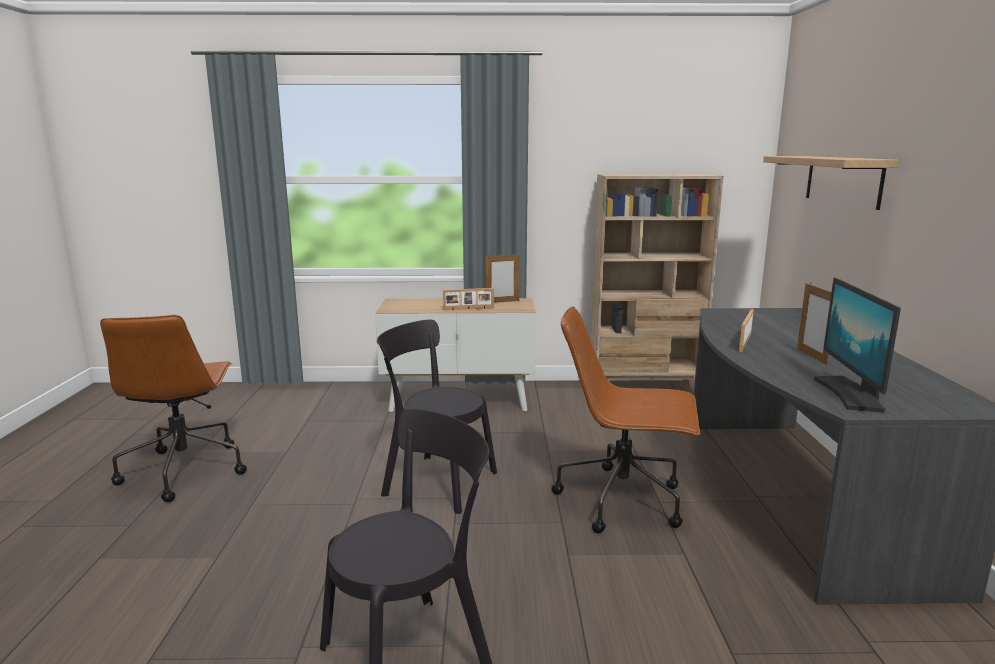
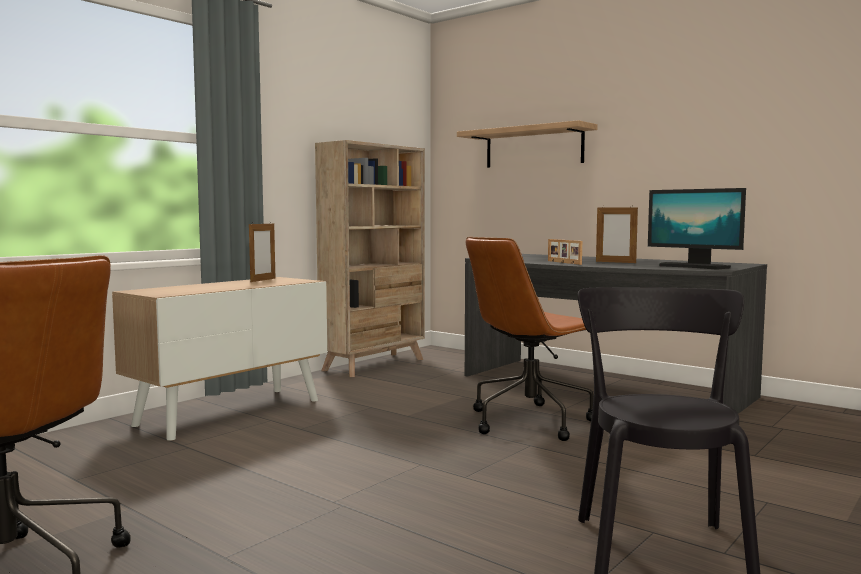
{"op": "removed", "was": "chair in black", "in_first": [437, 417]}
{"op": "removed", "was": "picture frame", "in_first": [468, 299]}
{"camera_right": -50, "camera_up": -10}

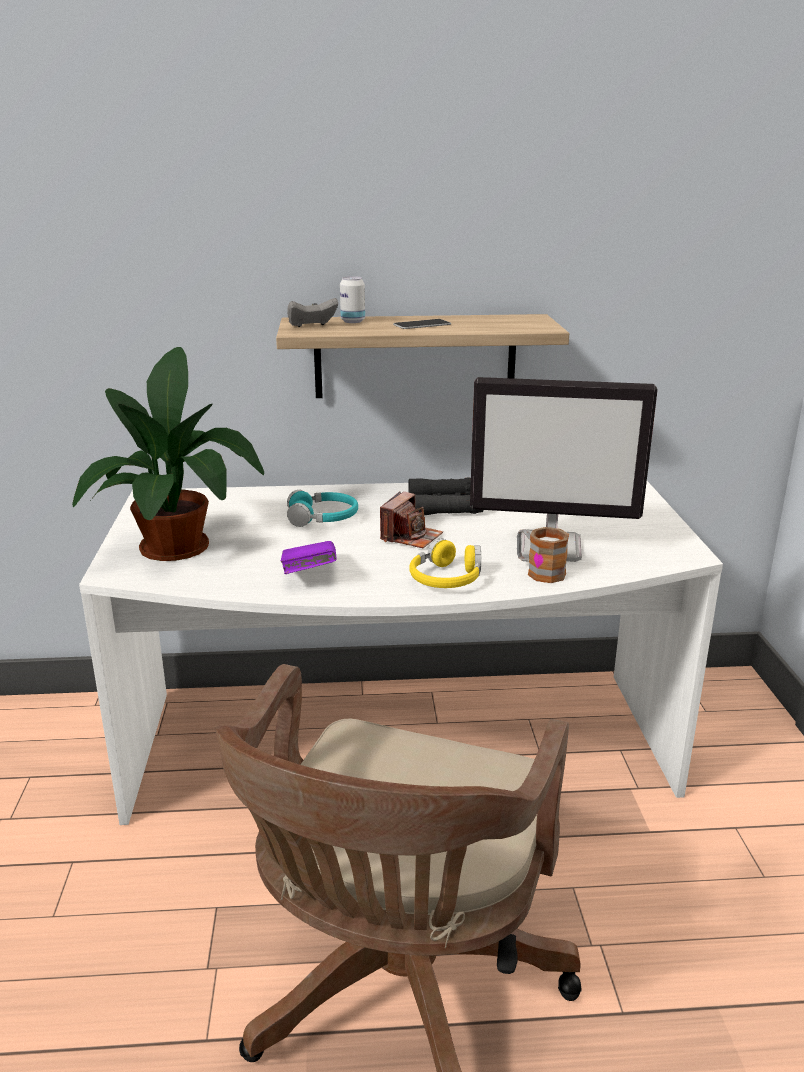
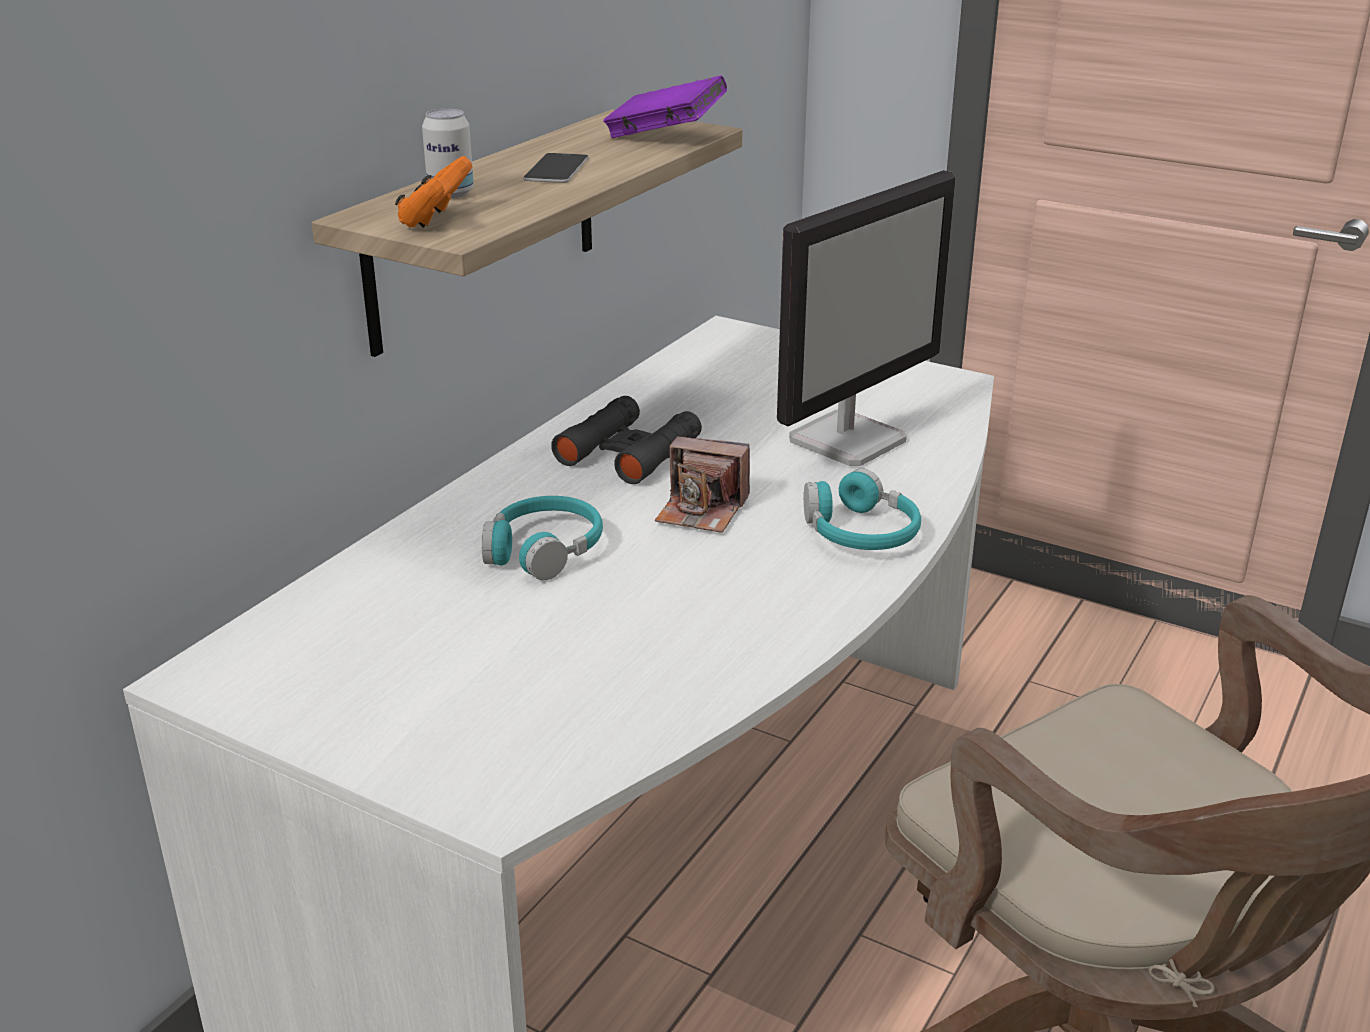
{"op": "removed", "was": "potted plant", "in_first": [168, 454]}
{"op": "moved", "was": "book in purple", "in_first": [308, 557], "in_second": [665, 106]}
{"op": "recoloured", "was": "game controller in grey", "now": "game controller in orange", "in_first": [312, 312], "in_second": [433, 192]}
{"op": "turned", "was": "photo camera", "in_first": [411, 520], "in_second": [702, 484], "clockwise": 135}
{"op": "recoloured", "was": "headphones in yellow", "now": "headphones in turquoise", "in_first": [445, 563], "in_second": [862, 509]}
{"op": "removed", "was": "mug", "in_first": [543, 555]}
{"camera_right": -55, "camera_up": 5}

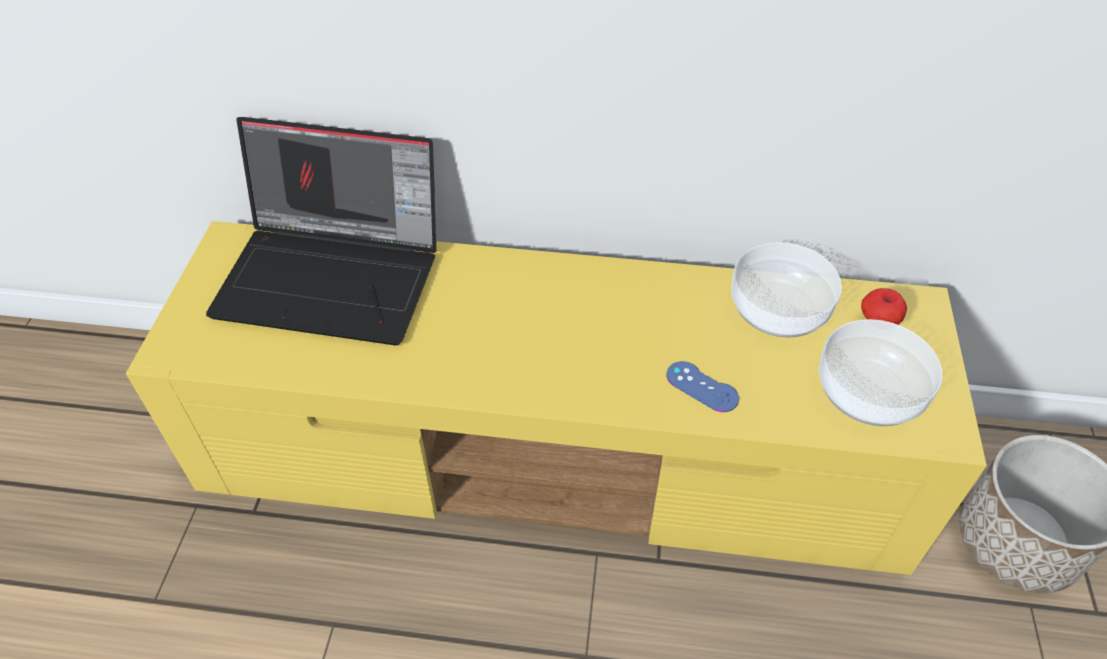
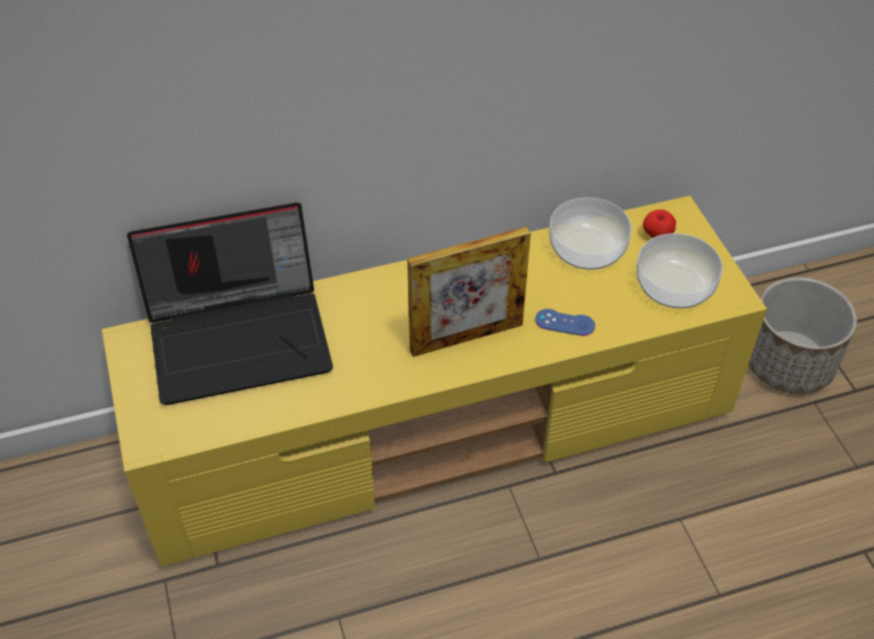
{"op": "added", "now": "picture frame", "in_second": [469, 292]}
{"camera_right": -25, "camera_up": 0}

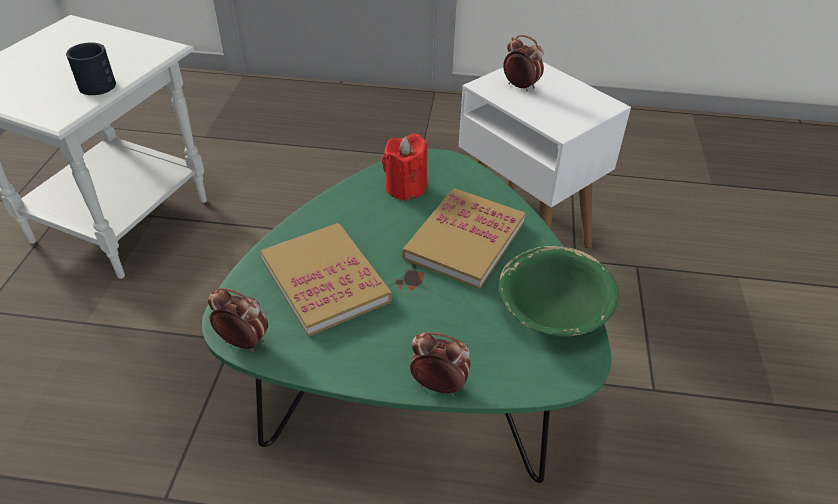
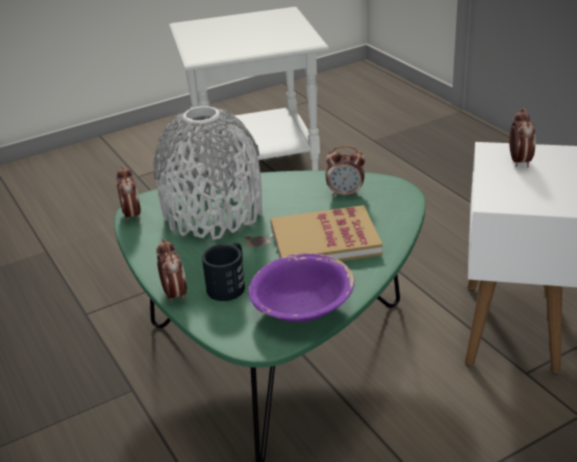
{"op": "moved", "was": "mug in black", "in_first": [91, 68], "in_second": [223, 272]}
{"op": "replaced", "was": "book", "now": "vase in grey", "in_first": [326, 280], "in_second": [207, 173]}
{"op": "replaced", "was": "candle in red", "now": "alarm clock", "in_first": [405, 167], "in_second": [345, 171]}
{"op": "recoloured", "was": "bowl in green", "now": "bowl in purple", "in_first": [558, 291], "in_second": [302, 287]}
{"camera_right": 55, "camera_up": -10}

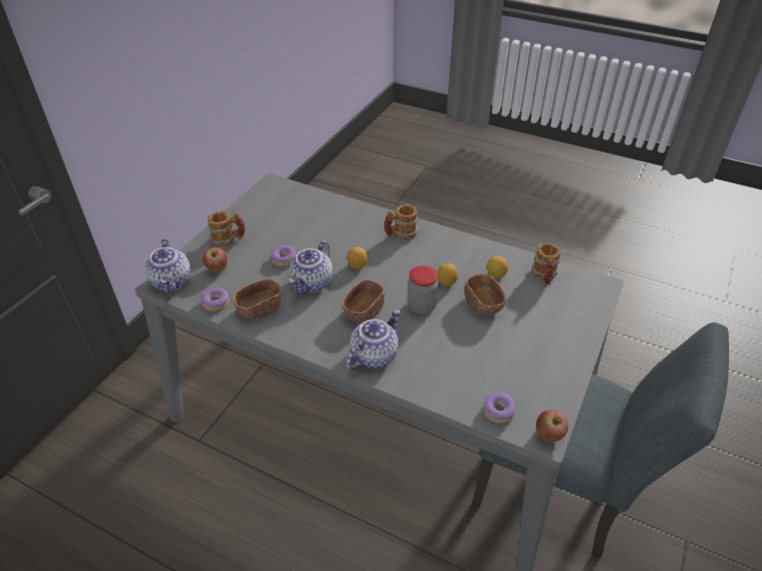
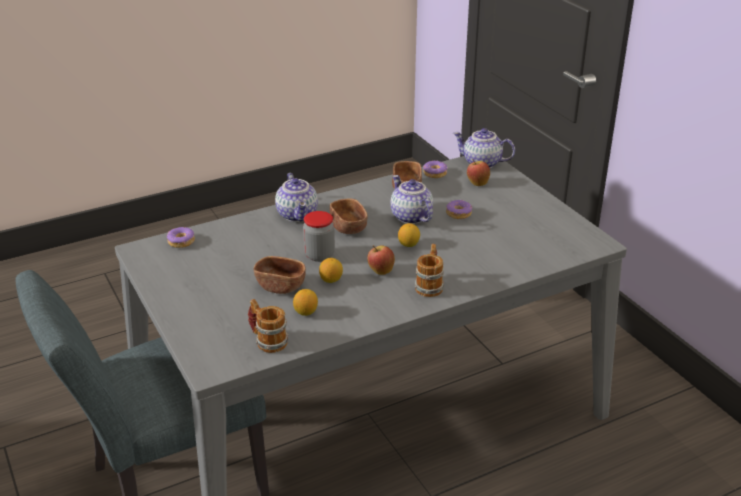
{"op": "removed", "was": "mug", "in_first": [226, 229]}
{"op": "moved", "was": "apple", "in_first": [552, 426], "in_second": [381, 260]}
{"camera_right": 125, "camera_up": -10}

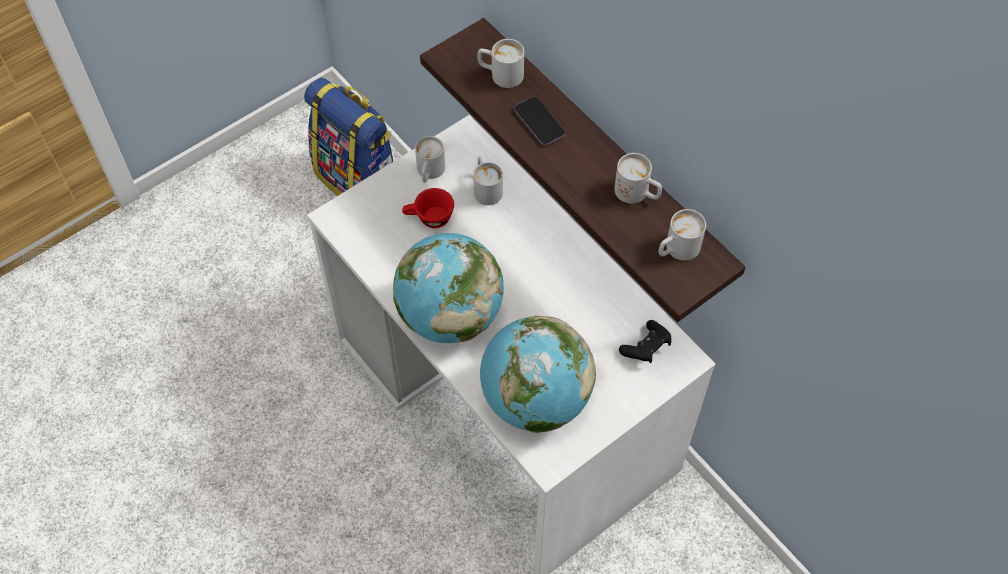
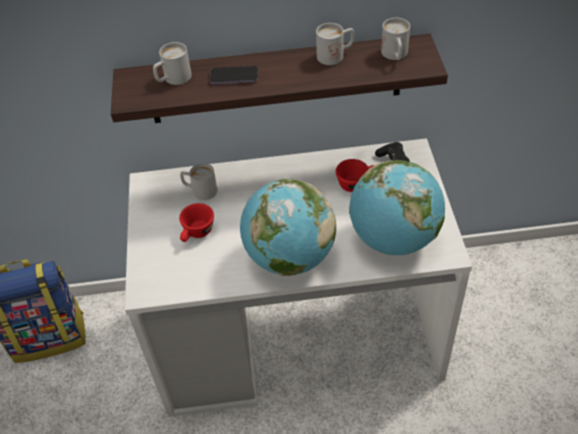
{"op": "removed", "was": "mug in white", "in_first": [430, 159]}
{"op": "added", "now": "cup in red", "in_second": [355, 175]}
{"camera_right": -55, "camera_up": -10}

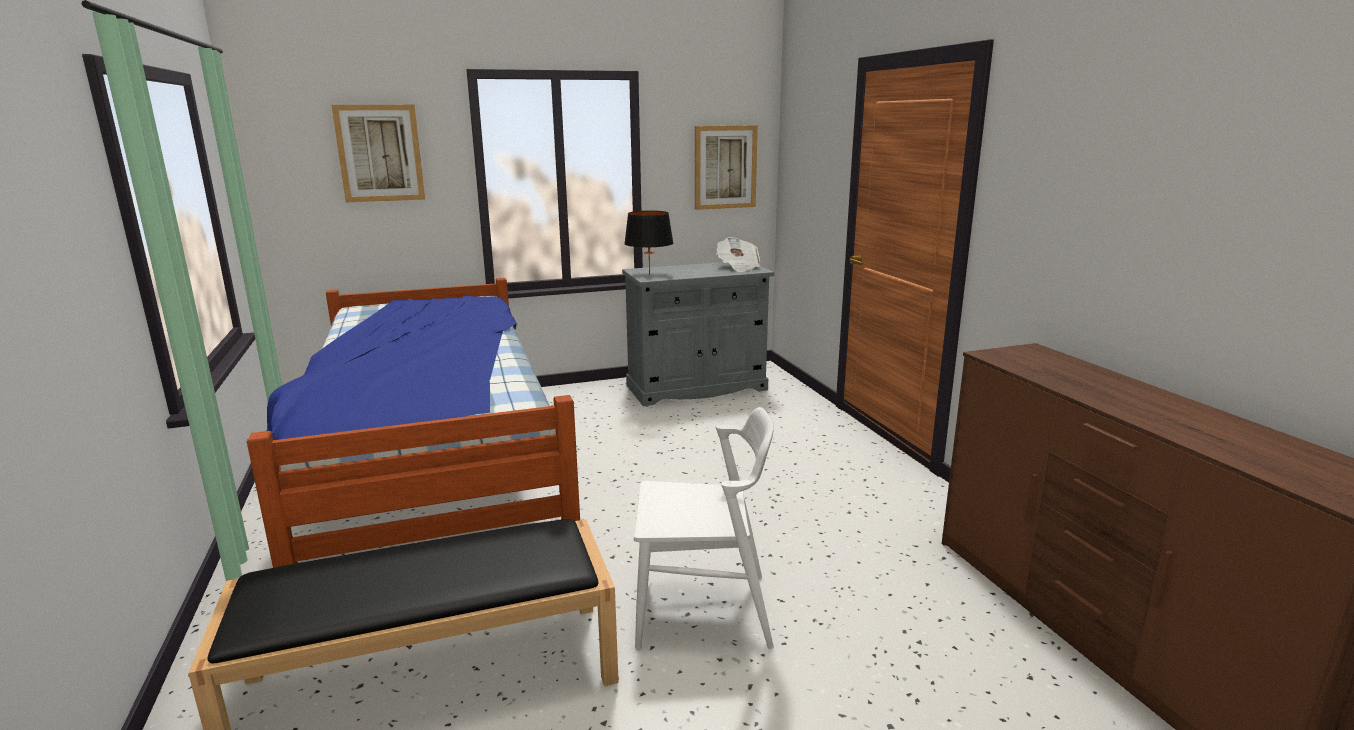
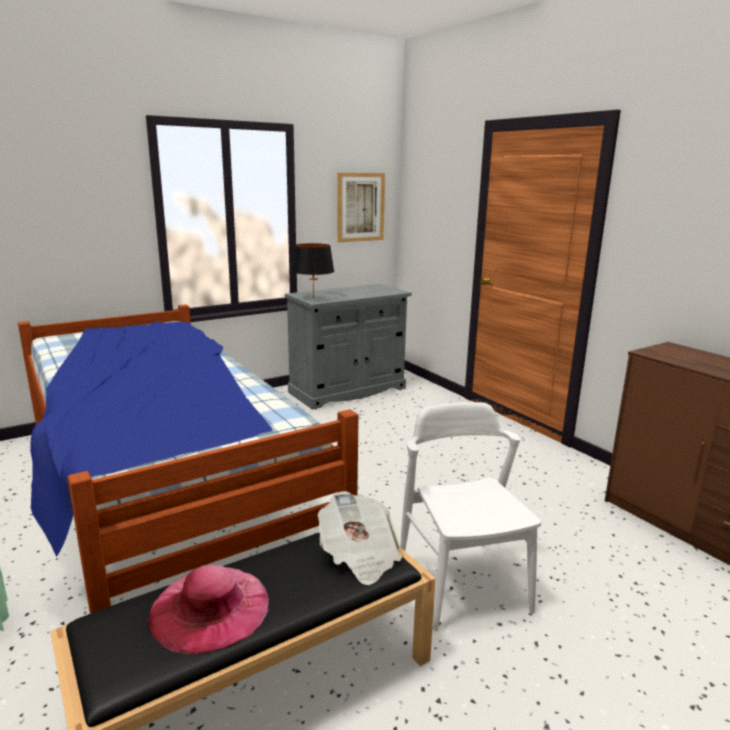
{"op": "removed", "was": "picture", "in_first": [378, 154]}
{"op": "turned", "was": "chair in white", "in_first": [704, 528], "in_second": [470, 516], "clockwise": -90}
{"op": "moved", "was": "newspaper", "in_first": [738, 254], "in_second": [360, 538]}
{"op": "added", "now": "hat in pink", "in_second": [208, 609]}
{"camera_right": -15, "camera_up": 0}

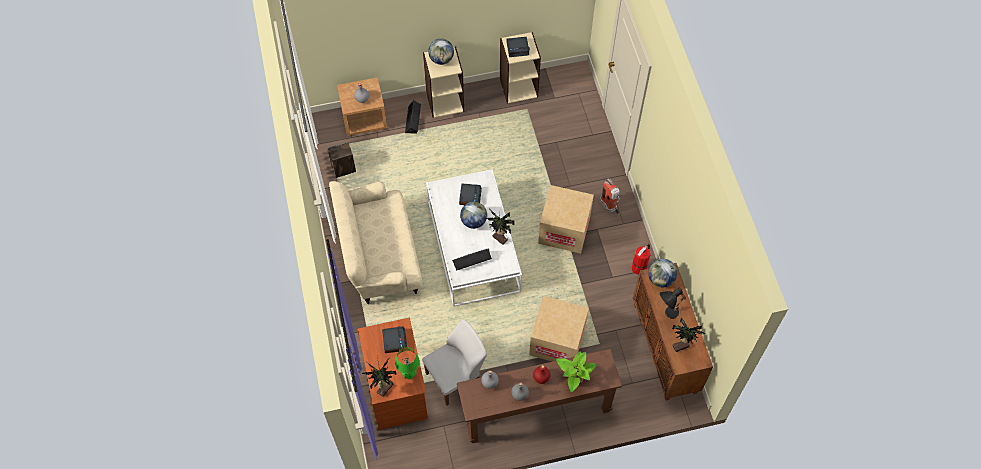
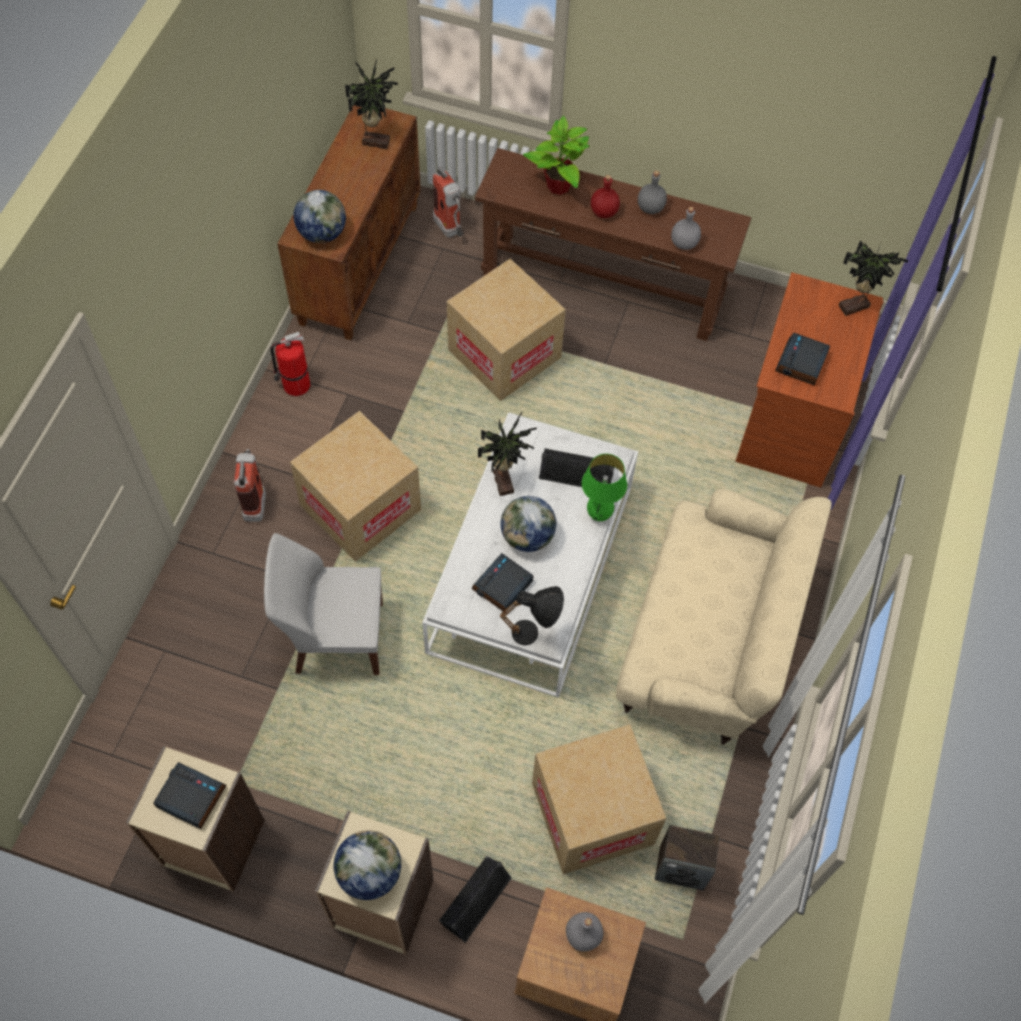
{"op": "moved", "was": "table lamp in green", "in_first": [407, 363], "in_second": [604, 487]}
{"op": "moved", "was": "chair in white", "in_first": [454, 362], "in_second": [323, 604]}
{"op": "moved", "was": "table lamp in black", "in_first": [673, 303], "in_second": [532, 615]}
{"op": "added", "now": "fire extinguisher", "in_second": [448, 202]}
{"op": "added", "now": "cardboard box", "in_second": [599, 799]}
{"camera_right": -150, "camera_up": 0}

